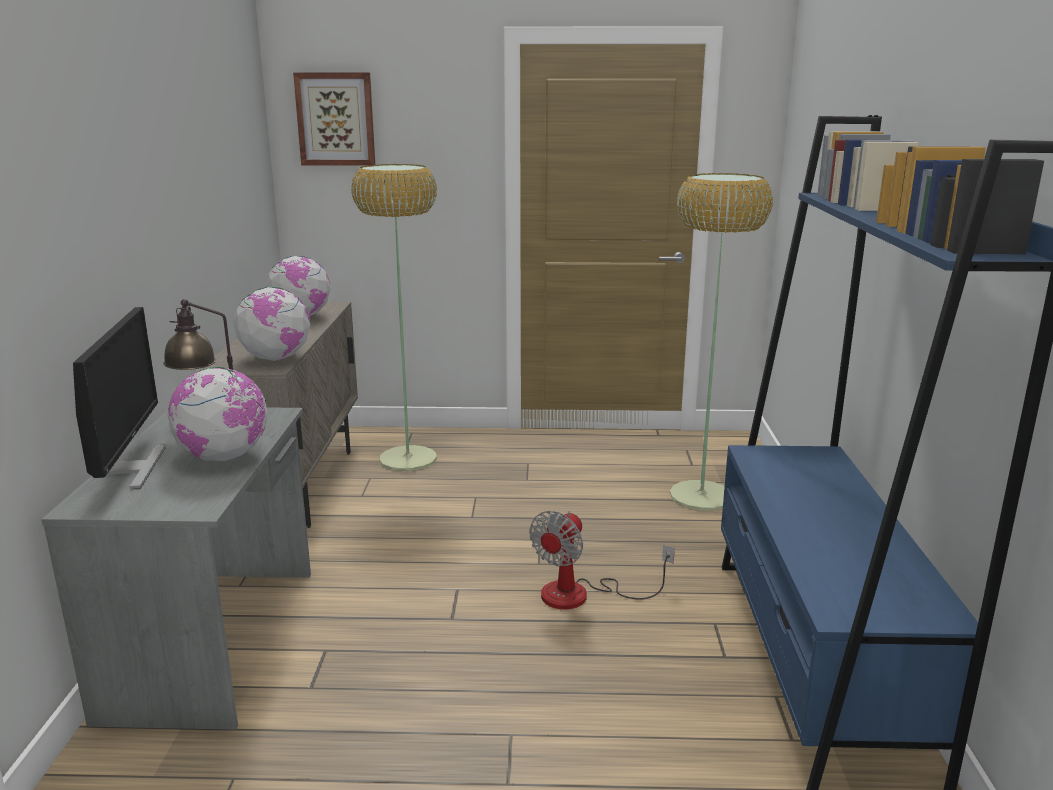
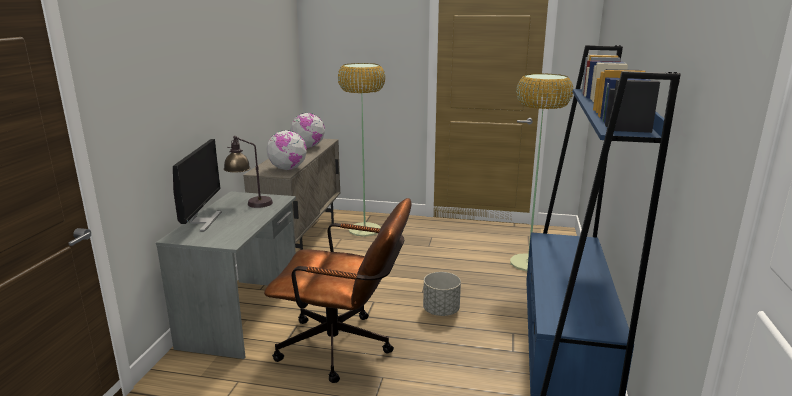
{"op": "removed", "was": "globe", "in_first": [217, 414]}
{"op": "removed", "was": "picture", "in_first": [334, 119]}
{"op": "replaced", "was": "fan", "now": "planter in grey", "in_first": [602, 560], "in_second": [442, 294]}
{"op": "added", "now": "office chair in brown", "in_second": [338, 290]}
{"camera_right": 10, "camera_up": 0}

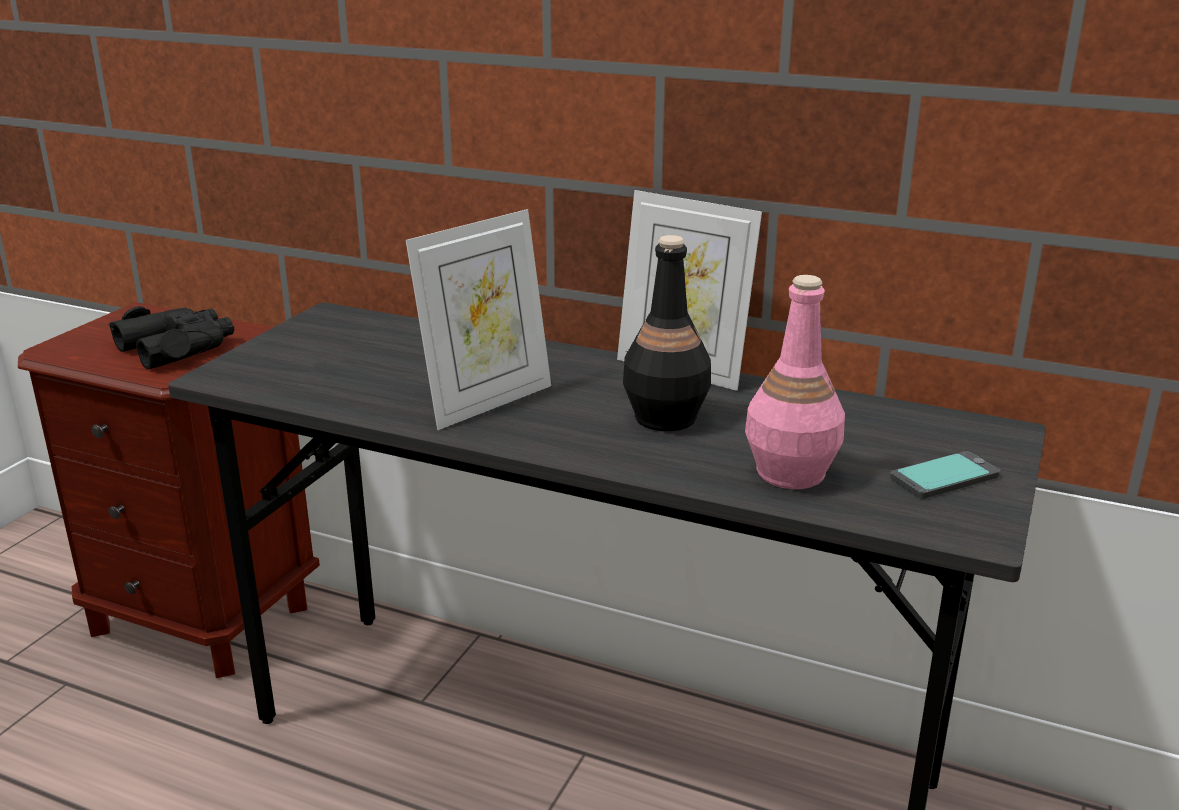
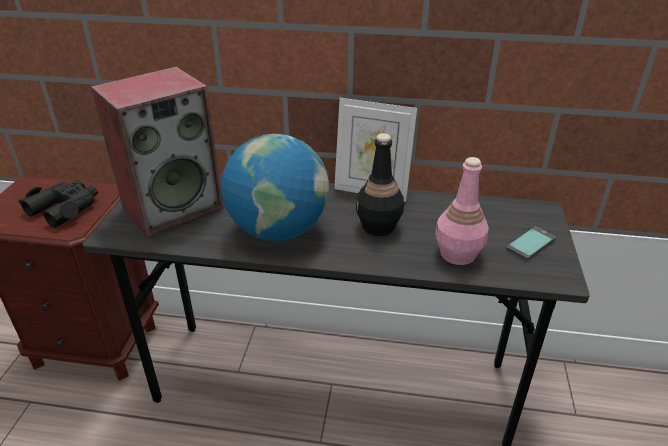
{"op": "replaced", "was": "picture frame", "now": "globe", "in_first": [478, 319], "in_second": [275, 187]}
{"op": "added", "now": "speaker", "in_second": [157, 152]}
{"camera_right": -15, "camera_up": 10}

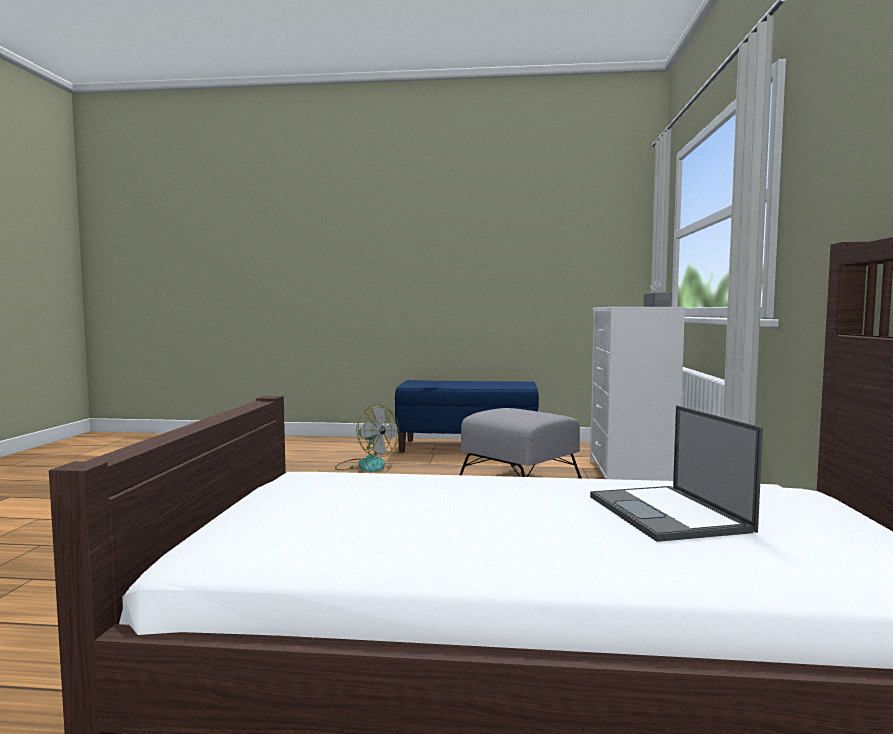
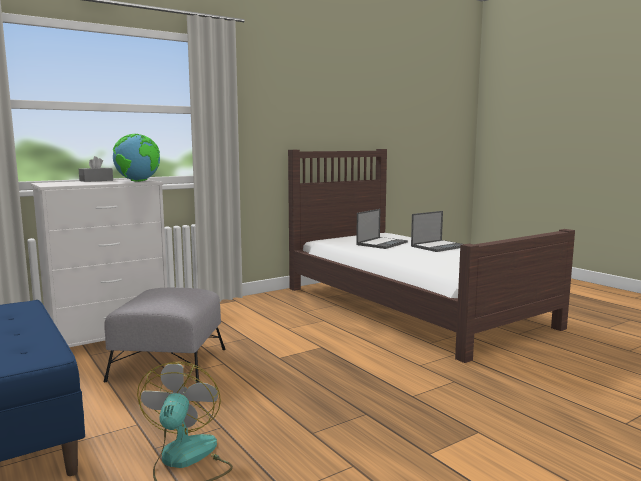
{"op": "added", "now": "globe", "in_second": [136, 158]}
{"op": "added", "now": "laptop", "in_second": [436, 231]}
{"camera_right": -130, "camera_up": 5}

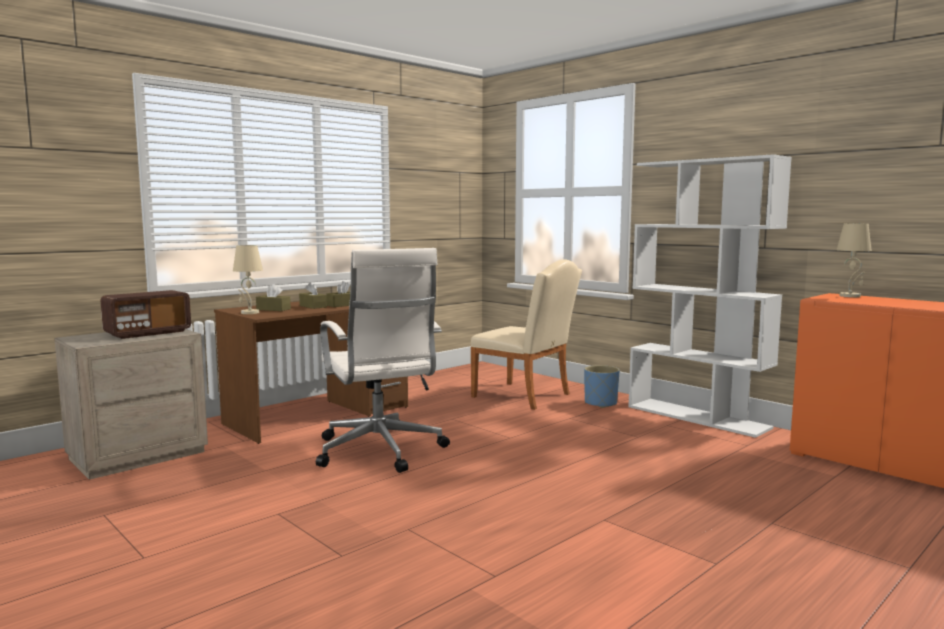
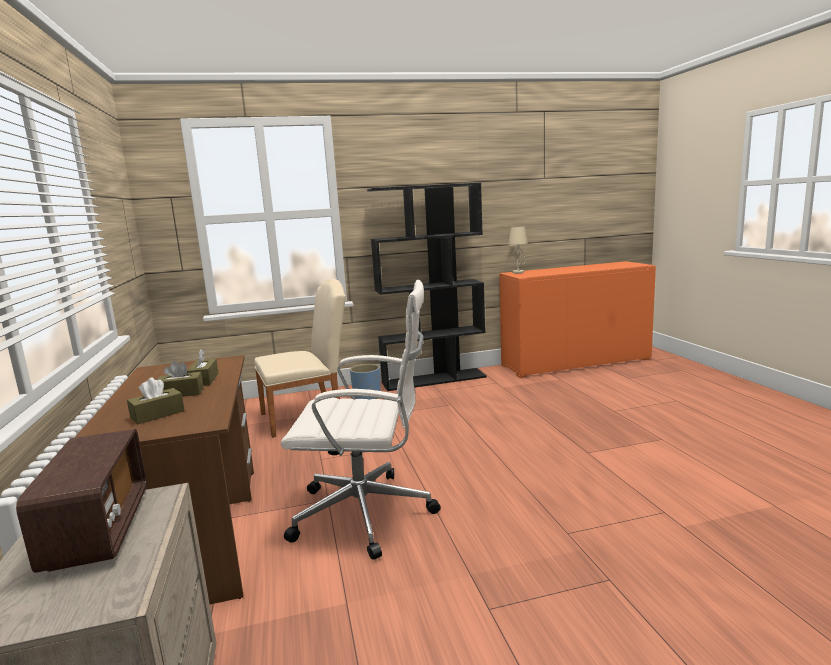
{"op": "removed", "was": "table lamp in beige", "in_first": [248, 279]}
{"op": "recoloured", "was": "bookcase in white", "now": "bookcase in black", "in_first": [710, 296], "in_second": [427, 287]}
{"camera_right": -60, "camera_up": 5}

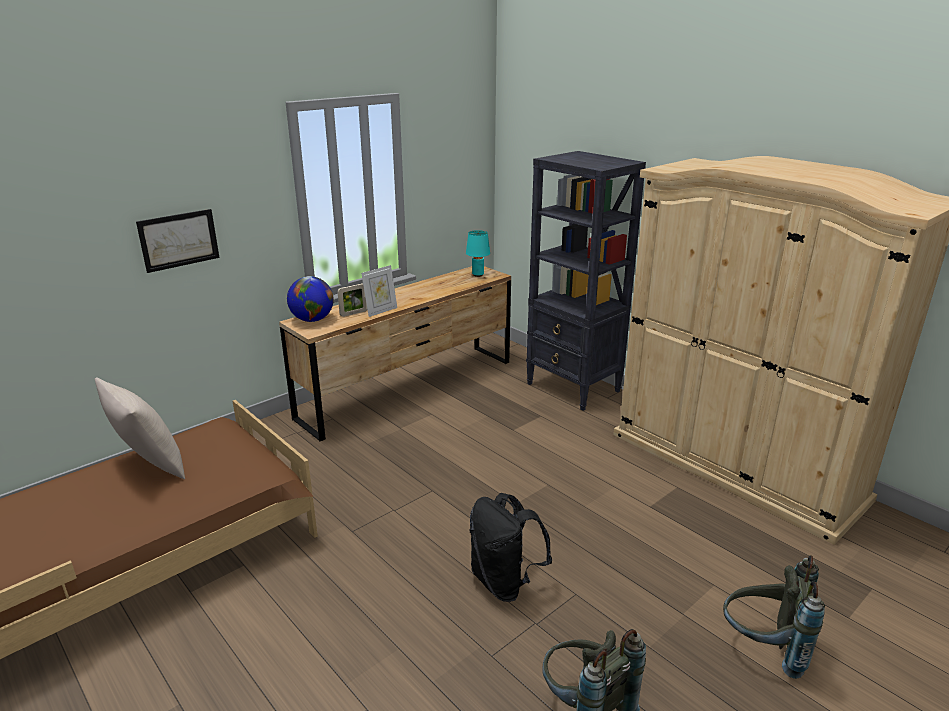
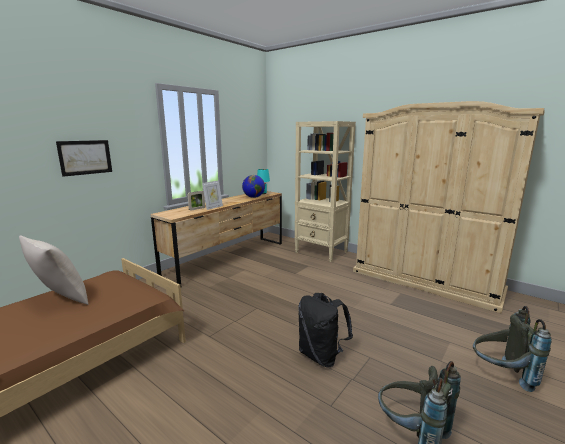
{"op": "moved", "was": "globe", "in_first": [310, 299], "in_second": [253, 186]}
{"op": "recoloured", "was": "bookcase in black", "now": "bookcase in beige", "in_first": [586, 281], "in_second": [325, 191]}
{"camera_right": -10, "camera_up": -10}

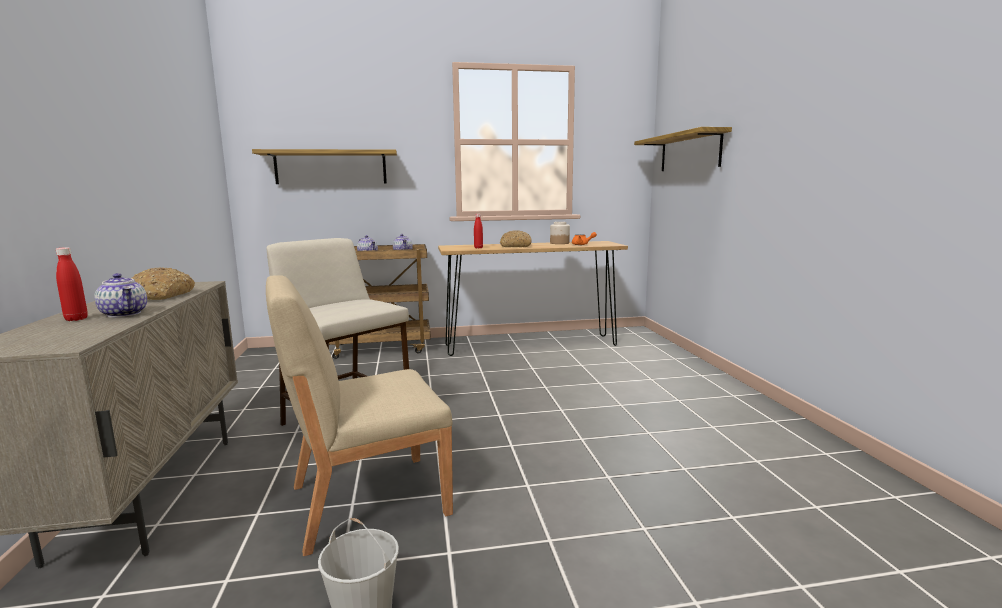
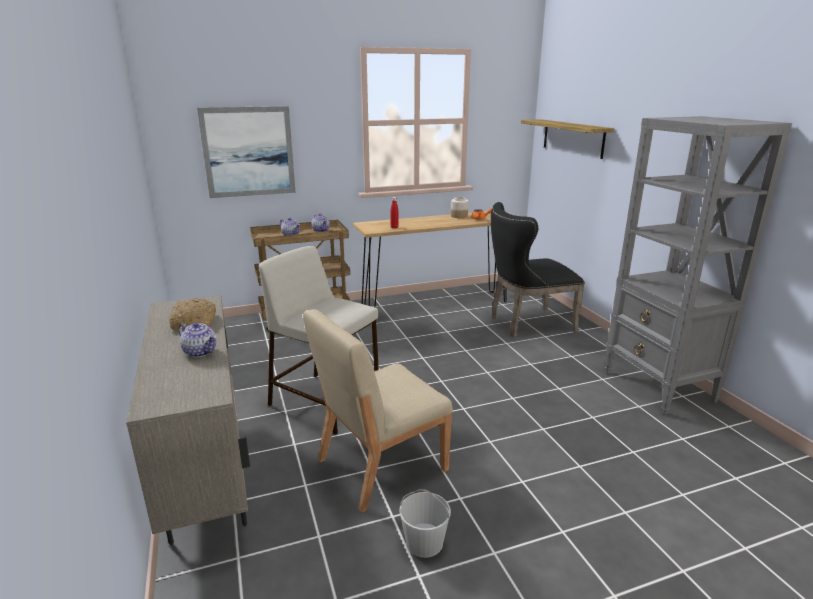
{"op": "removed", "was": "bottle in red", "in_first": [72, 284]}
{"op": "replaced", "was": "shelf", "now": "picture", "in_first": [324, 166], "in_second": [246, 152]}
{"op": "removed", "was": "bread", "in_first": [516, 238]}
{"op": "added", "now": "chair in black", "in_second": [538, 269]}
{"op": "added", "now": "bookcase in grey", "in_second": [698, 265]}
{"camera_right": -10, "camera_up": 10}

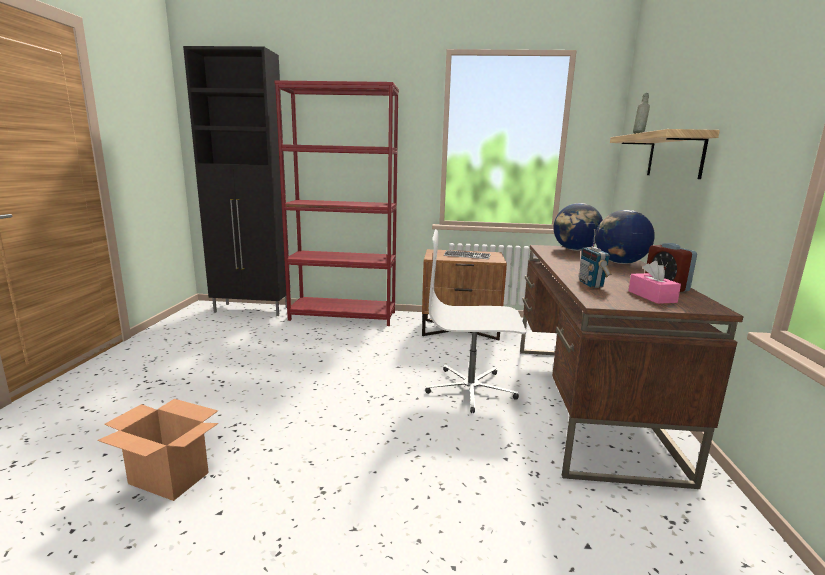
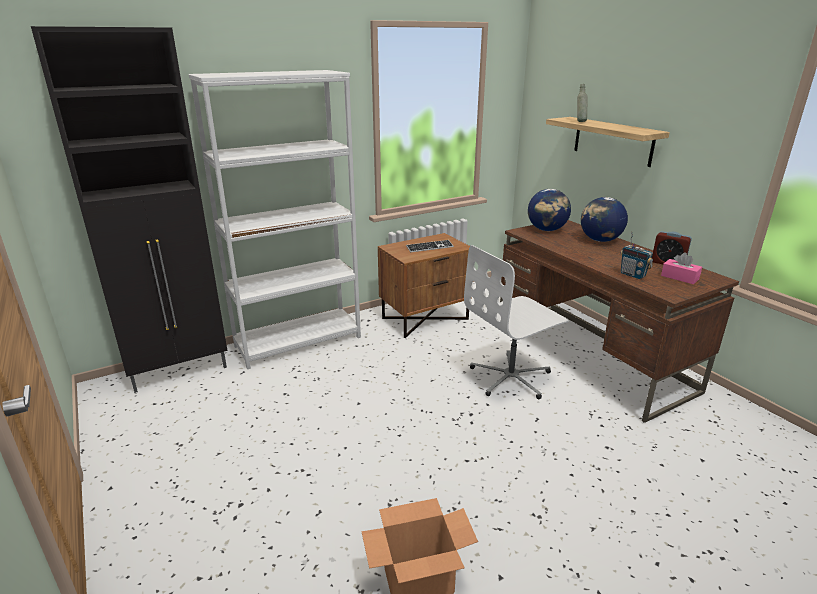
{"op": "recoloured", "was": "bookcase in red", "now": "bookcase in white", "in_first": [336, 203], "in_second": [275, 219]}
{"camera_right": -35, "camera_up": 10}

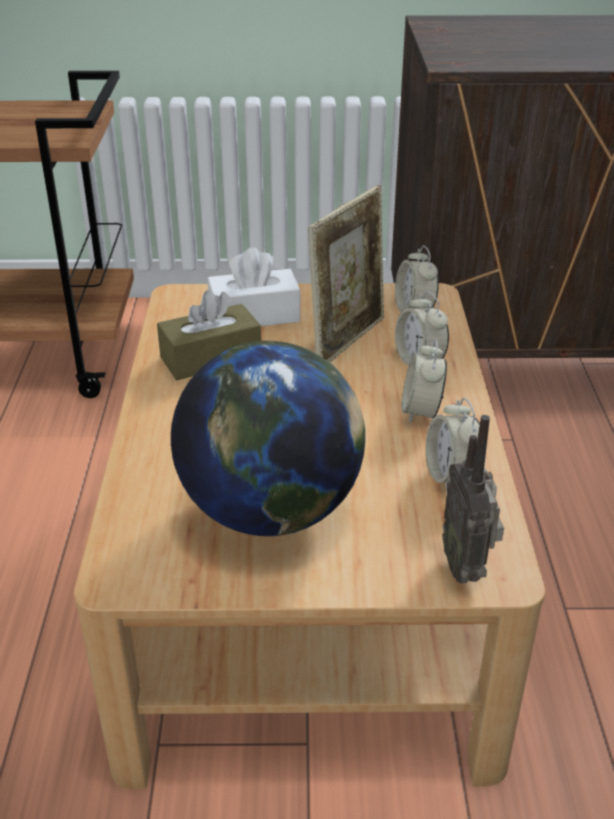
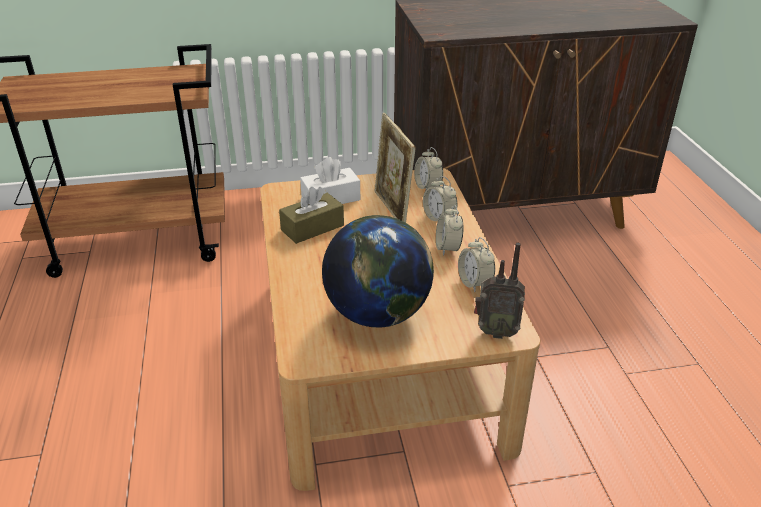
{"op": "turned", "was": "picture frame", "in_first": [346, 274], "in_second": [395, 168], "clockwise": 135}
{"op": "turned", "was": "radio", "in_first": [473, 499], "in_second": [499, 291], "clockwise": -60}
{"camera_right": -10, "camera_up": 0}

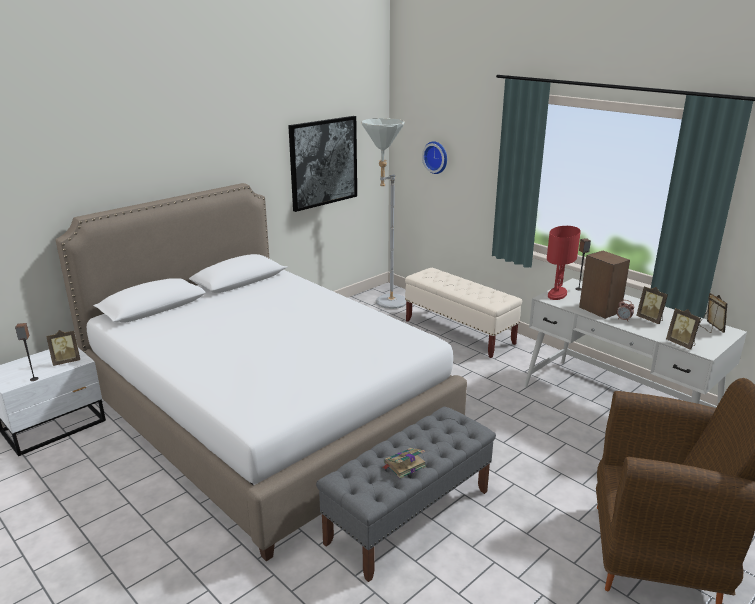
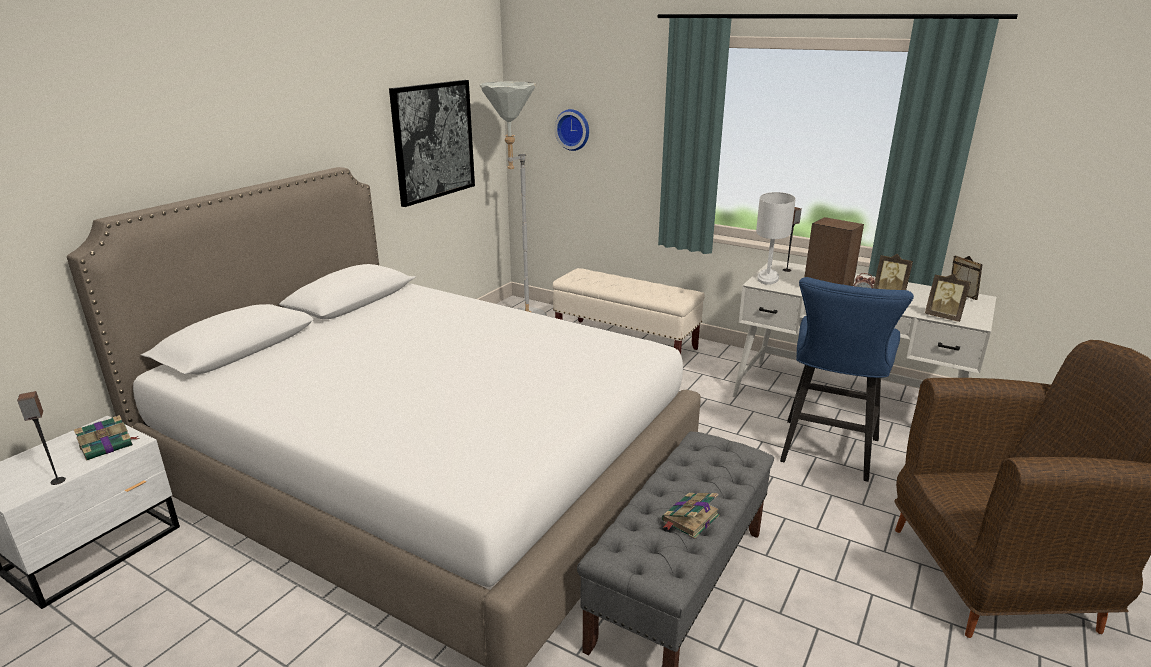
{"op": "replaced", "was": "picture frame", "now": "book", "in_first": [63, 348], "in_second": [107, 438]}
{"op": "recoloured", "was": "table lamp in red", "now": "table lamp in white", "in_first": [564, 263], "in_second": [776, 238]}
{"op": "added", "now": "stool in blue", "in_second": [847, 379]}
{"camera_right": -15, "camera_up": 0}

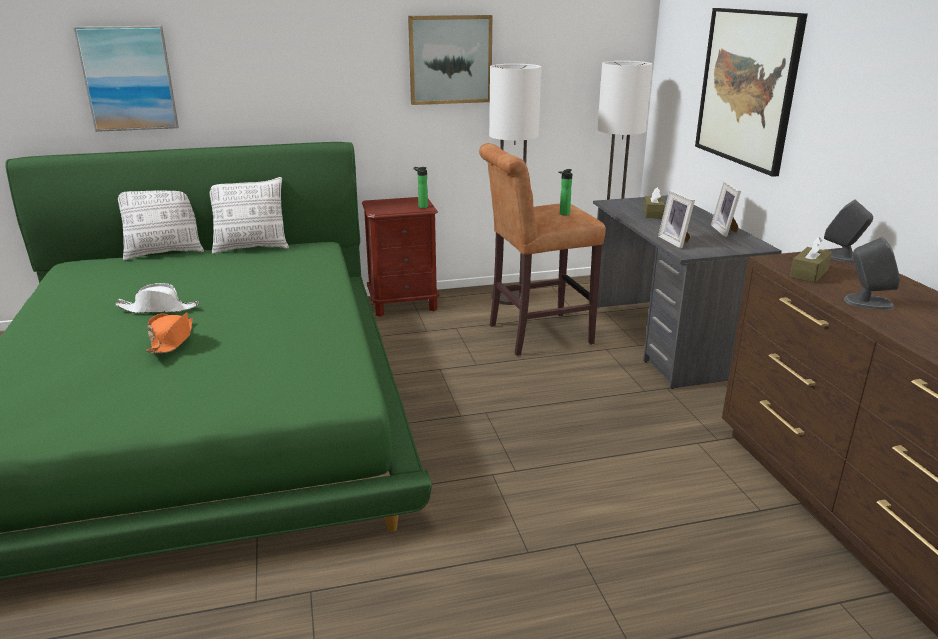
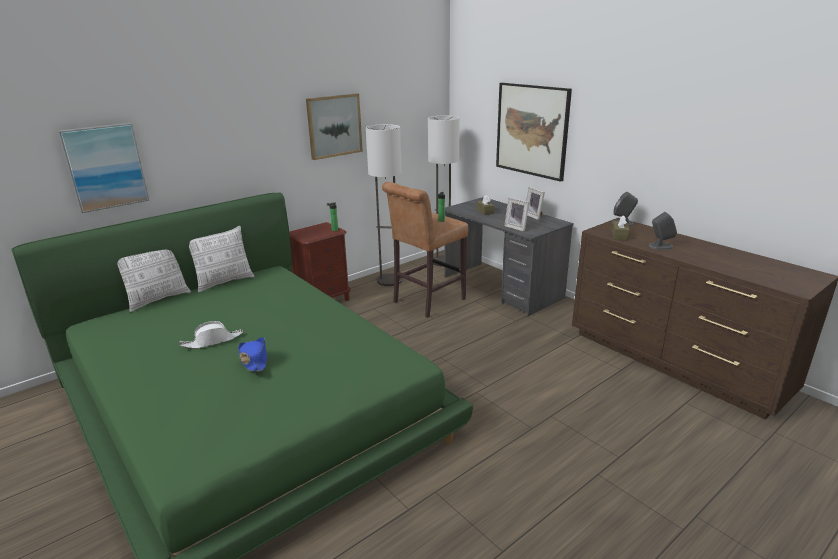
{"op": "recoloured", "was": "hat in orange", "now": "hat in blue", "in_first": [170, 332], "in_second": [252, 354]}
{"camera_right": -25, "camera_up": 0}

